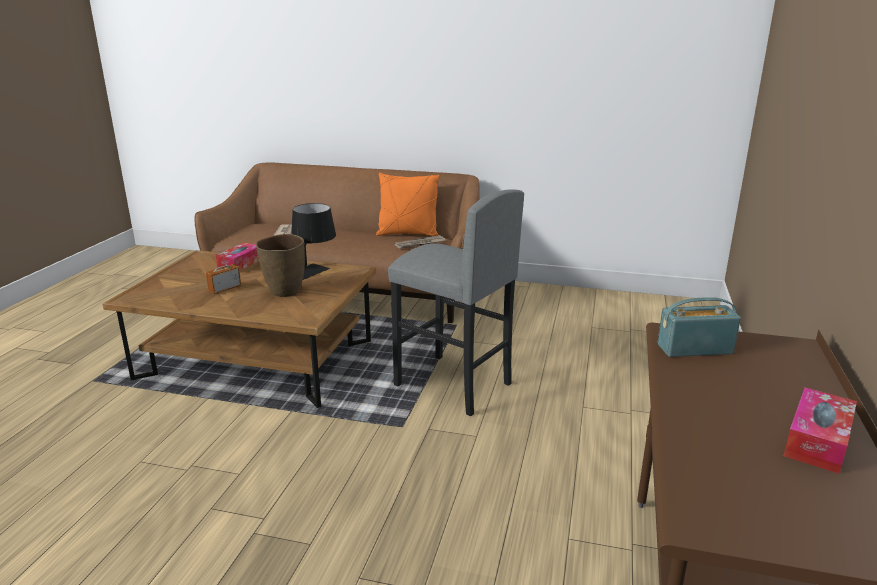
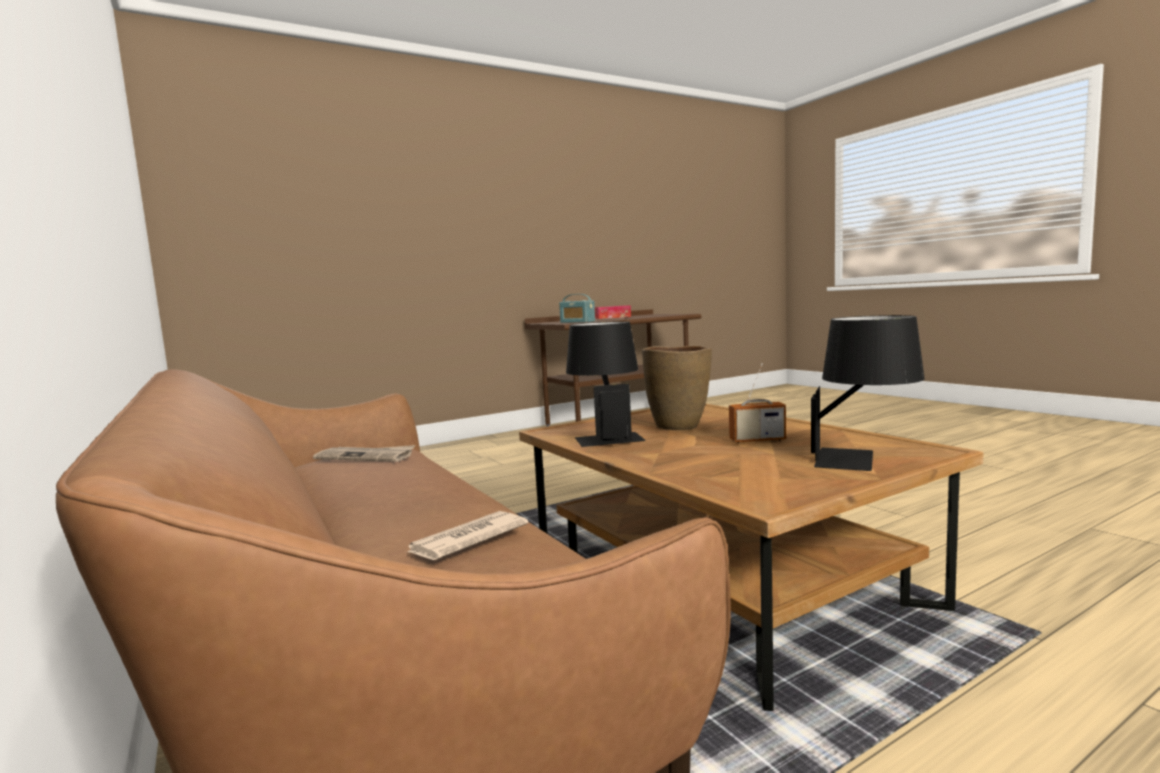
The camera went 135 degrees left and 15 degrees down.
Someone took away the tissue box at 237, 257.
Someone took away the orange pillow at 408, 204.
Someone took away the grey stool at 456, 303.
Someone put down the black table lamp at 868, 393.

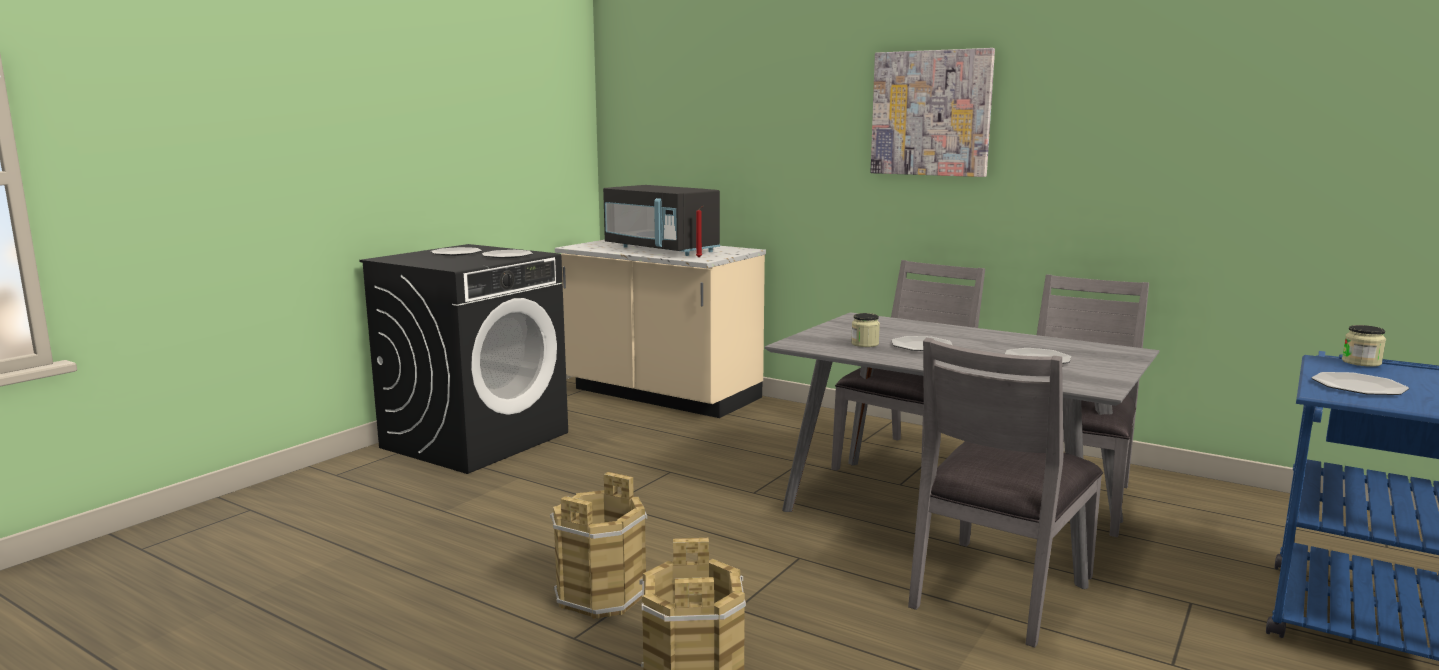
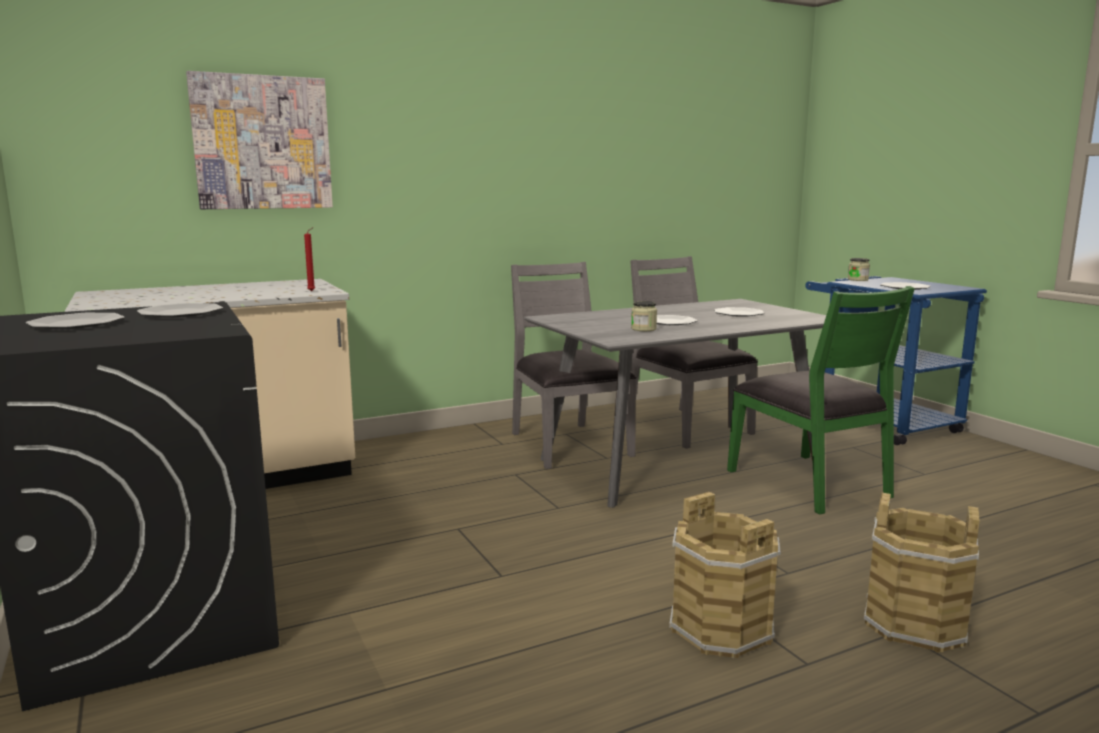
The camera went 60 degrees left and 0 degrees up.
Someone took away the black microwave at 661, 220.
Someone carried the picture from 932, 112 to 259, 140.
Someone repainted the grey chair at 1005, 492, which became the green chair at 821, 400.

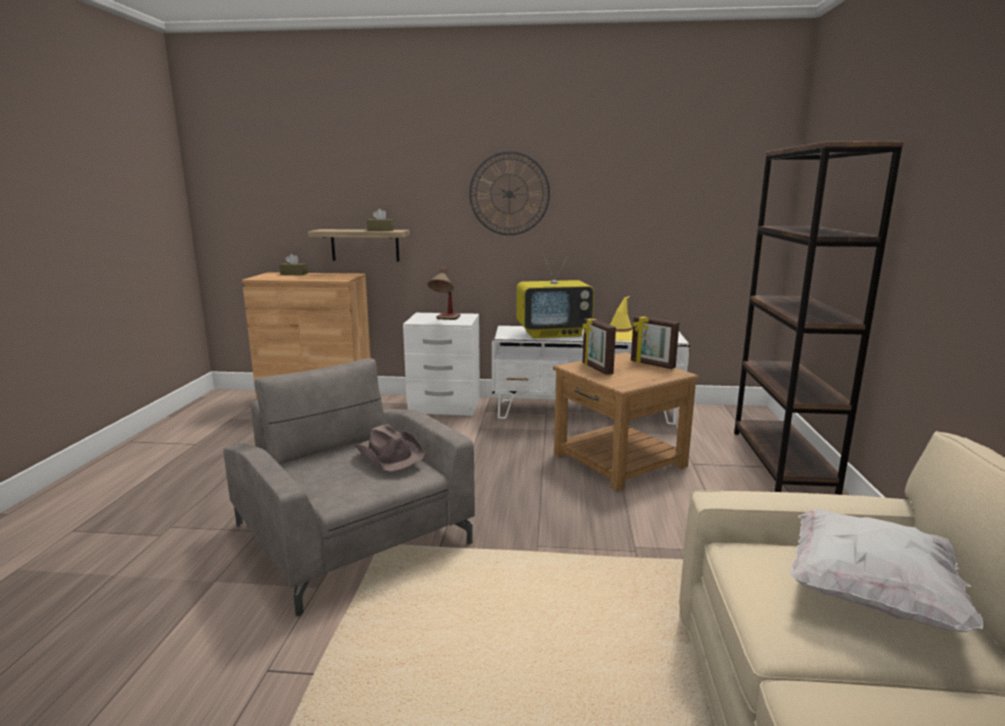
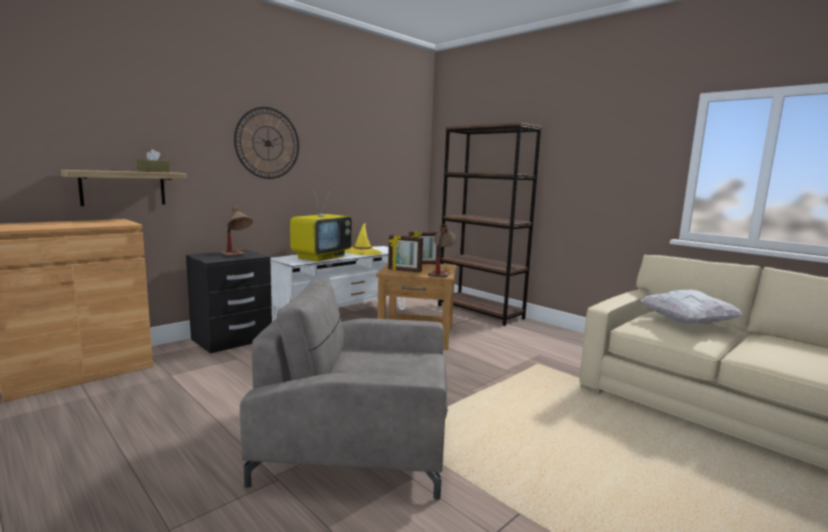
The camera went 50 degrees left and 5 degrees down.
Someone took away the brown tissue box at 293, 264.
Someone took away the brown hat at 390, 448.
Someone repainted the white nightstand at 441, 364, which became the black nightstand at 229, 302.
Someone put down the table lamp at 442, 251.

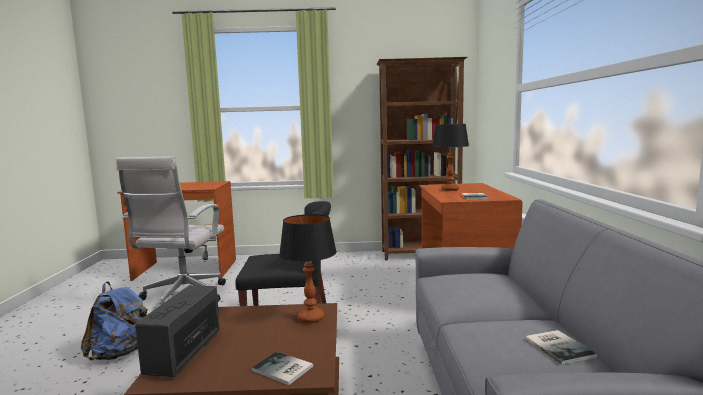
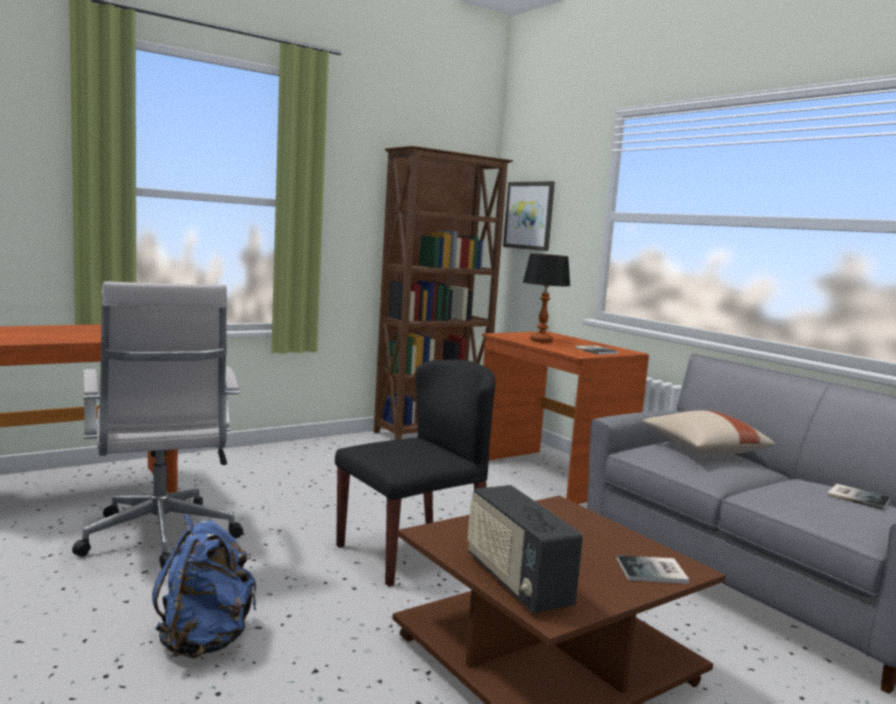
The camera went 35 degrees left and 0 degrees up.
Someone took away the table lamp at 308, 268.
Someone put up the picture at 529, 216.
Someone put down the beige pillow at 709, 432.

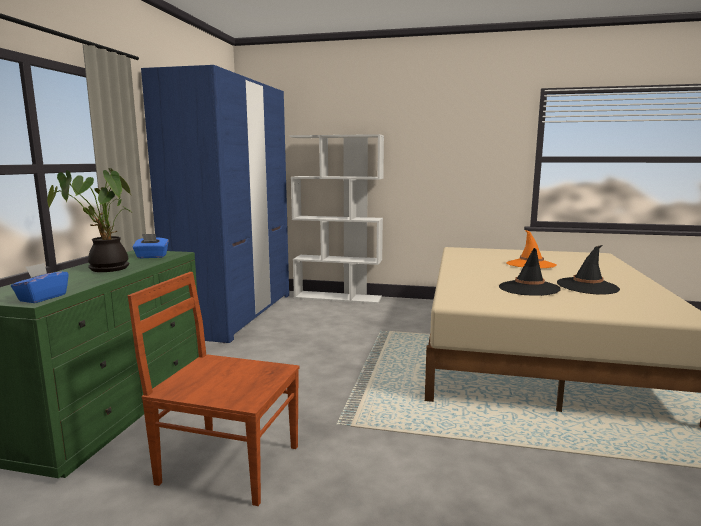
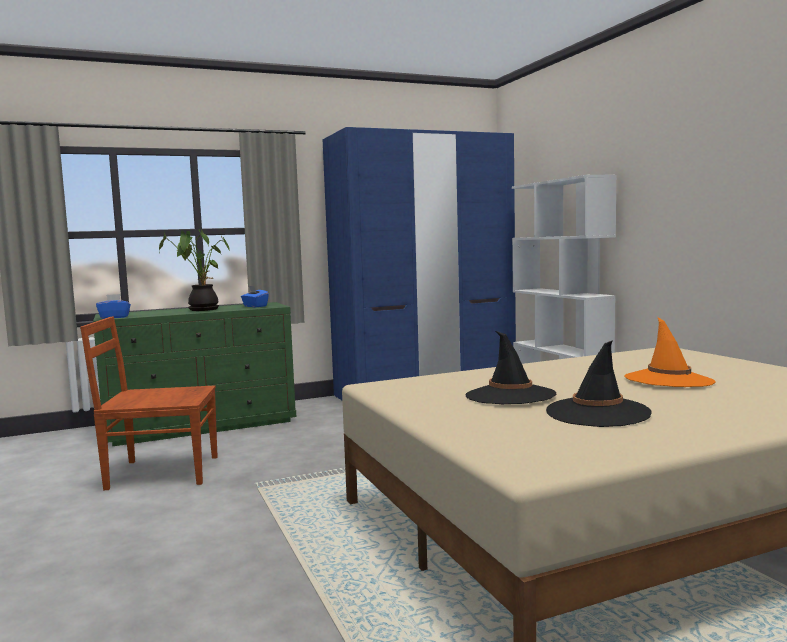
The camera went 55 degrees right and 5 degrees down.
Someone rotated the brown chair at 214, 389 by 75 degrees counterclockwise.

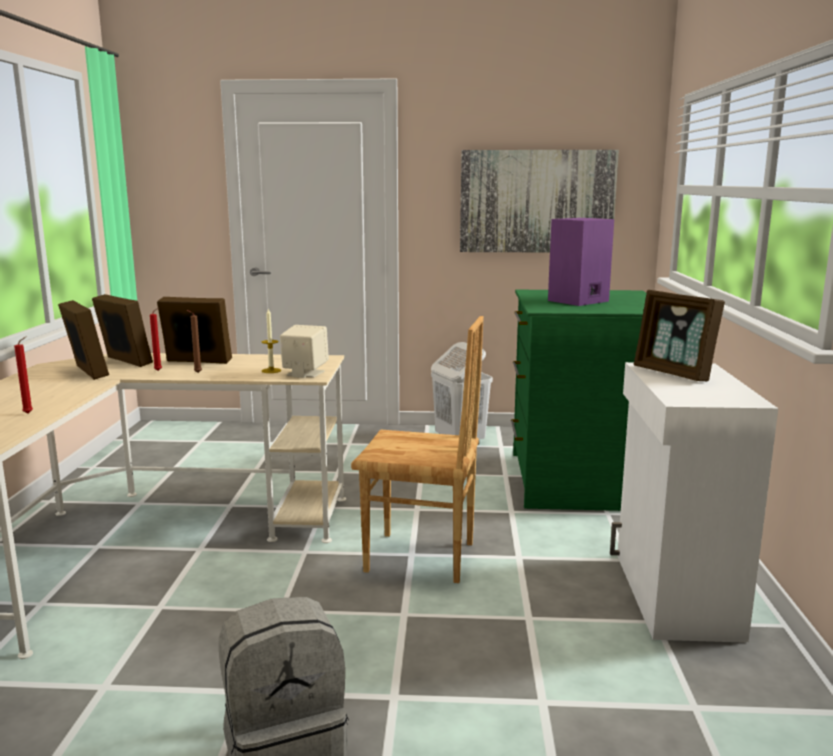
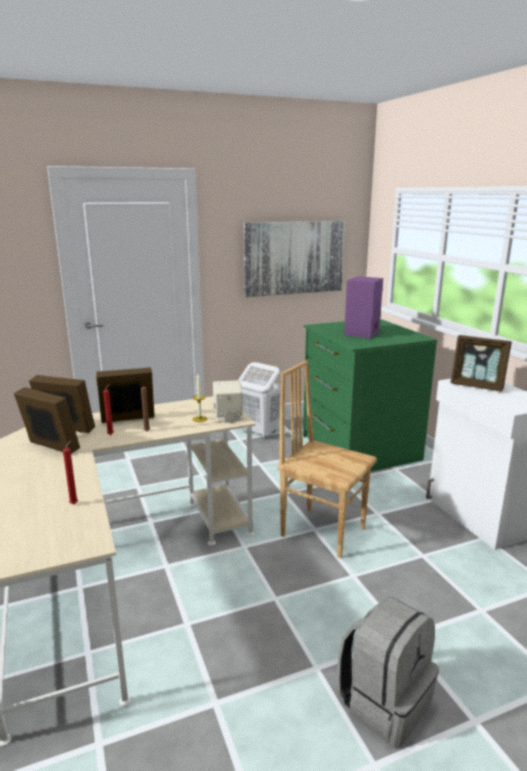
The camera went 25 degrees left and 5 degrees up.
Someone rotated the brown chair at 417, 449 by 135 degrees counterclockwise.

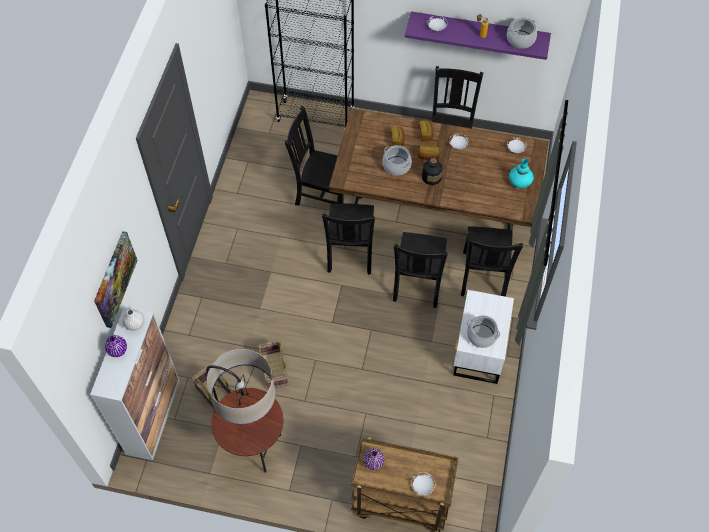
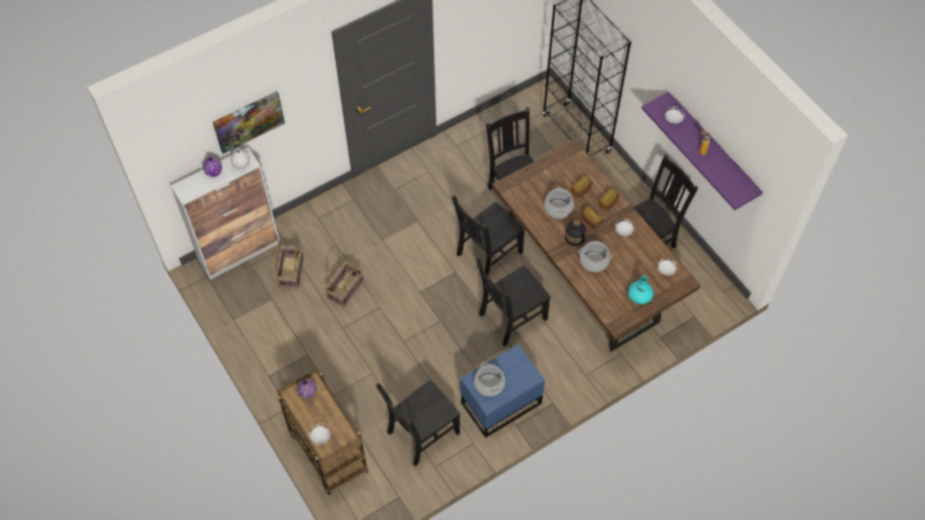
The camera went 45 degrees right and 0 degrees up.
Someone took away the floor lamp at 244, 411.
Someone repainted the white nightstand at 483, 337, which became the blue nightstand at 502, 391.
Someone carried the black chair from 492, 261 to 418, 423.
Someone carried the cooking pot from 522, 33 to 596, 256.

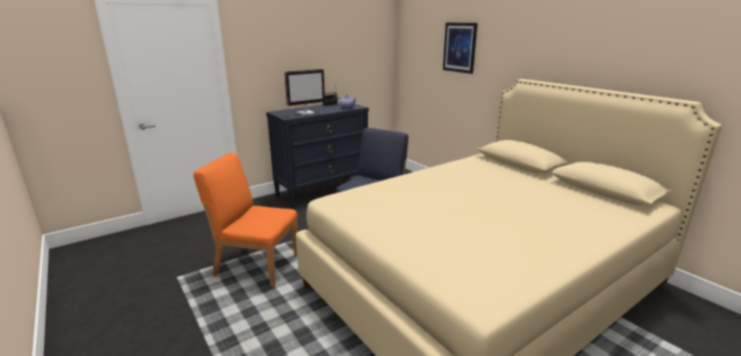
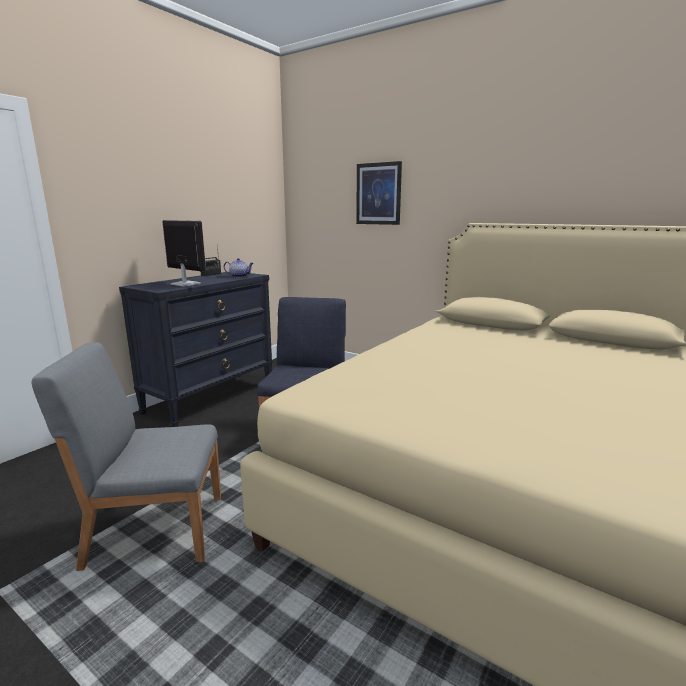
The camera went 20 degrees left and 5 degrees down.
Someone repainted the orange chair at 245, 220, which became the grey chair at 126, 456.
Someone rotated the monitor at 305, 92 by 90 degrees counterclockwise.

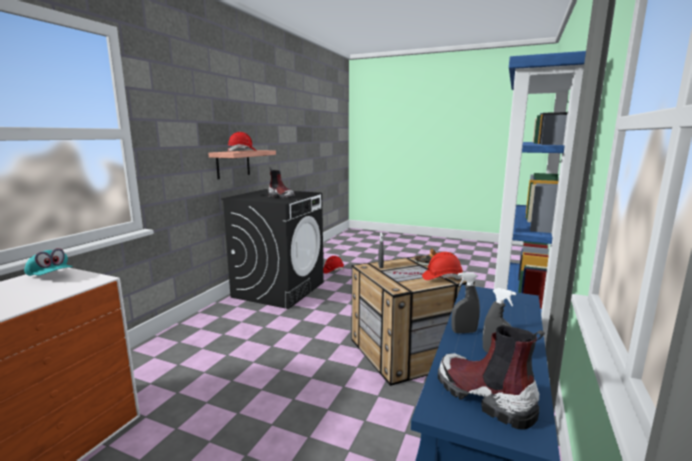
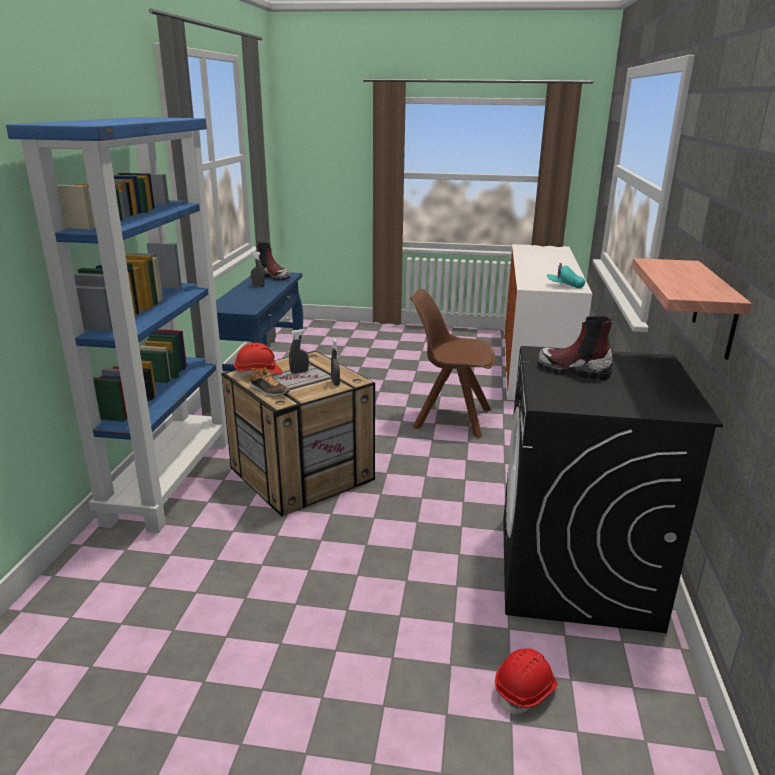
The camera went 165 degrees right and 10 degrees up.
Someone took away the red hard hat at 242, 141.
Someone carried the grey spray bottle from 466, 302 to 299, 351.
Someone put down the brown chair at 453, 363.

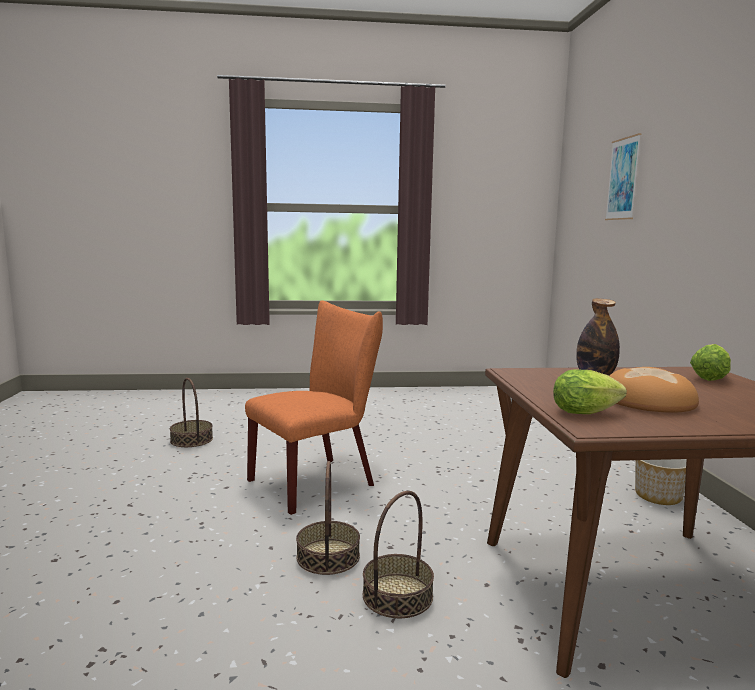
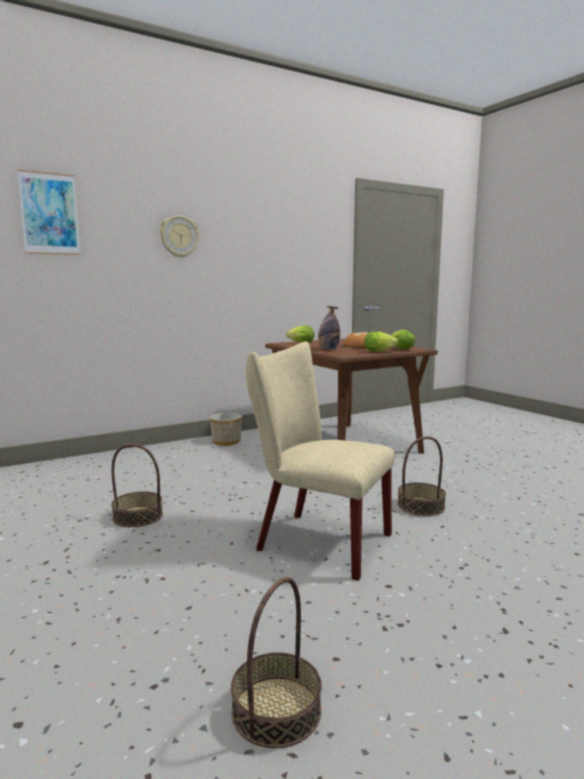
The camera went 115 degrees left and 0 degrees up.
Someone repainted the orange chair at 314, 407, which became the beige chair at 320, 461.
Someone carried the basket from 398, 554 to 137, 485.
Someone put up the wall clock at 179, 237.
Someone put down the lettuce at 381, 341.

